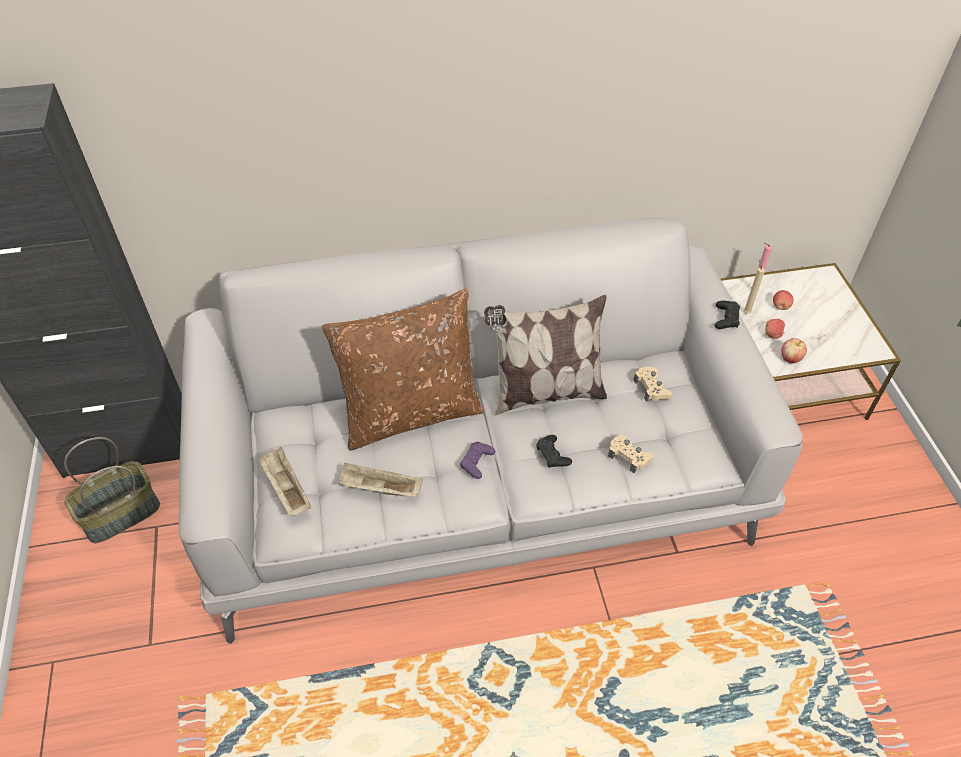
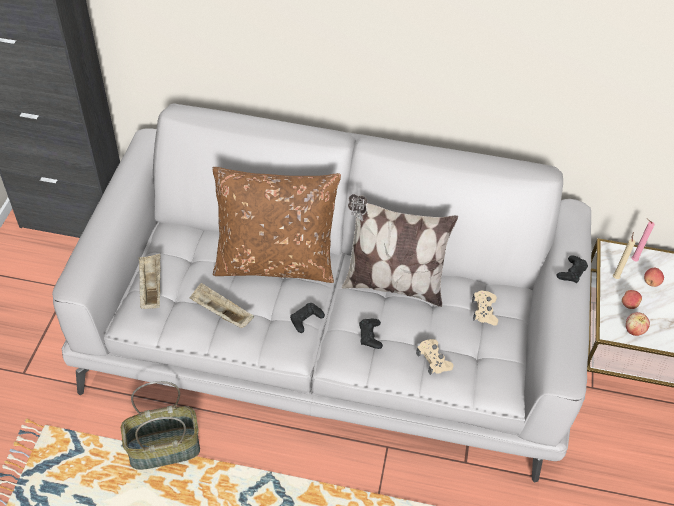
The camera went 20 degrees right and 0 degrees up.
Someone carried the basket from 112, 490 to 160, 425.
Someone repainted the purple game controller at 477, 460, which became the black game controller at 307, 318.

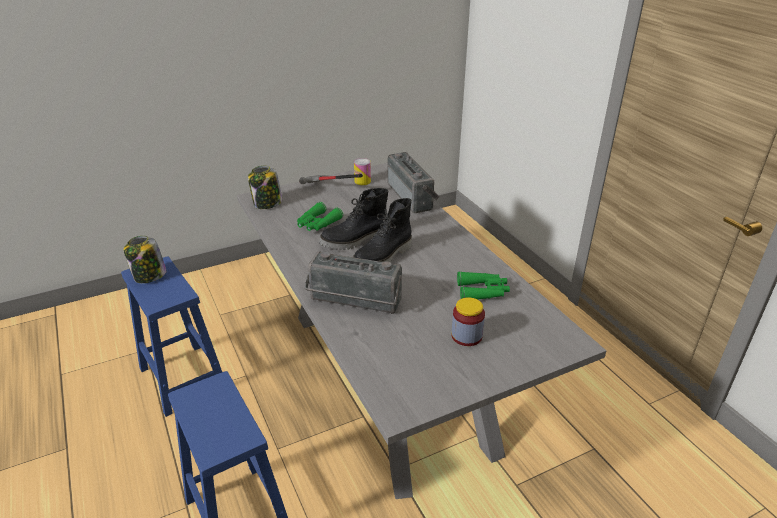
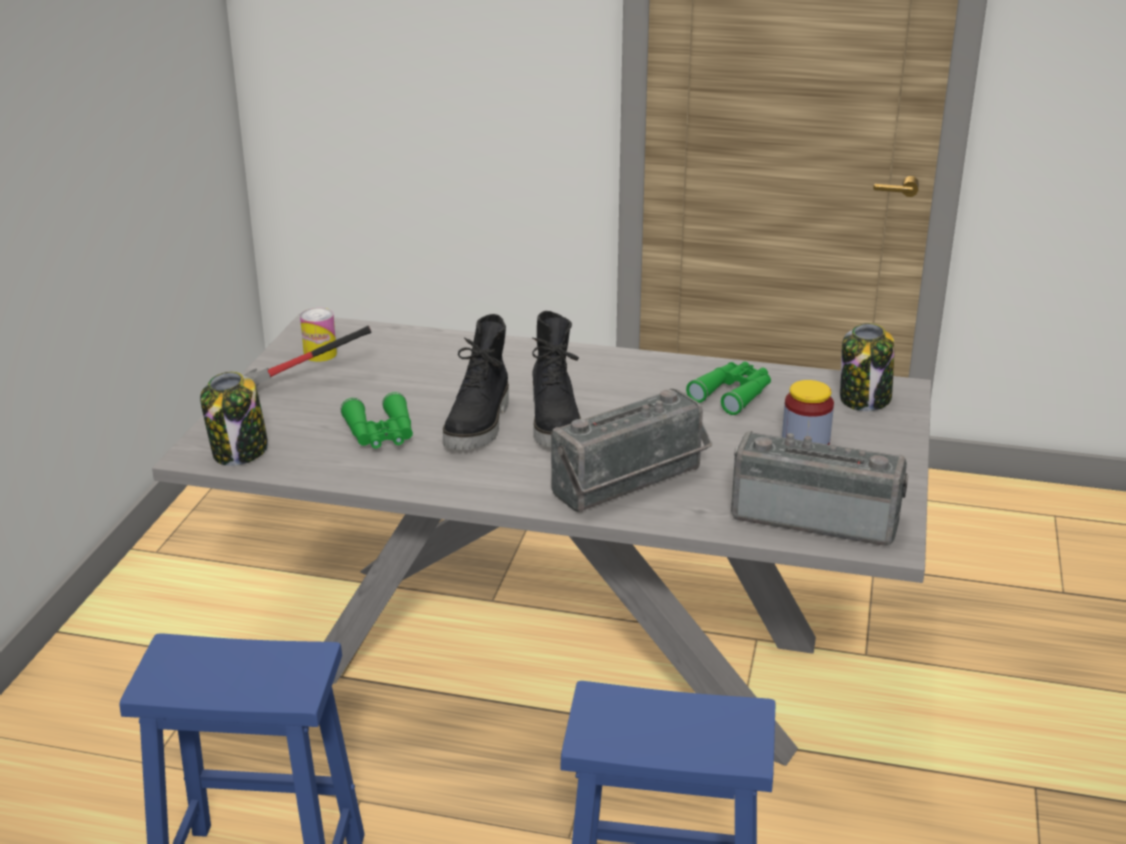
The camera went 50 degrees left and 5 degrees down.
Someone carried the jar from 145, 259 to 867, 367.
Someone carried the radio from 414, 182 to 819, 488.

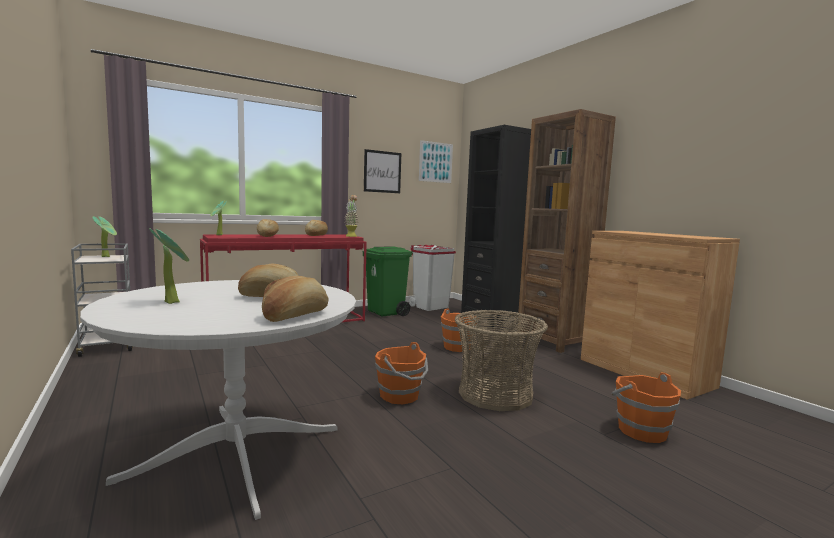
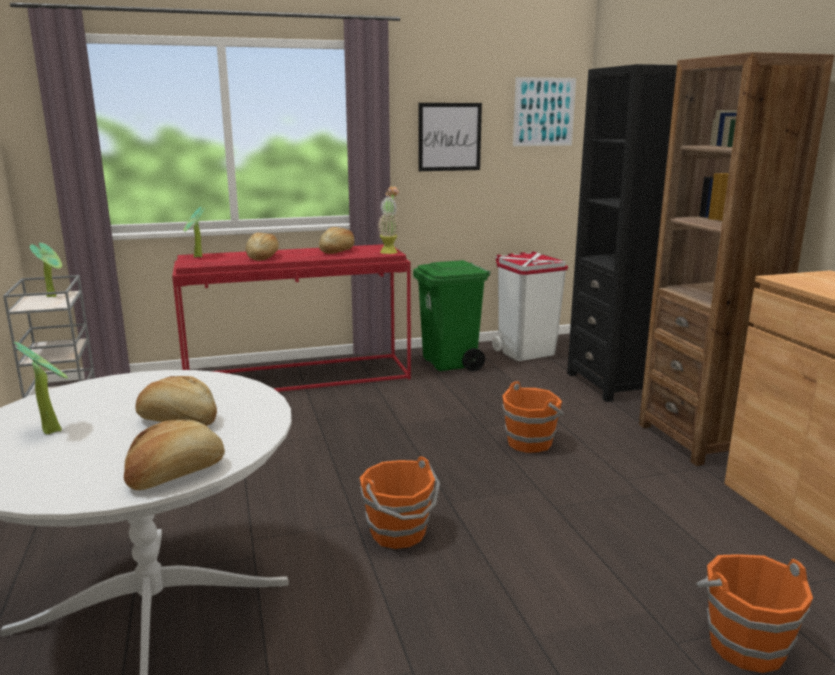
The camera went 15 degrees right and 10 degrees up.
Someone took away the basket at 501, 360.

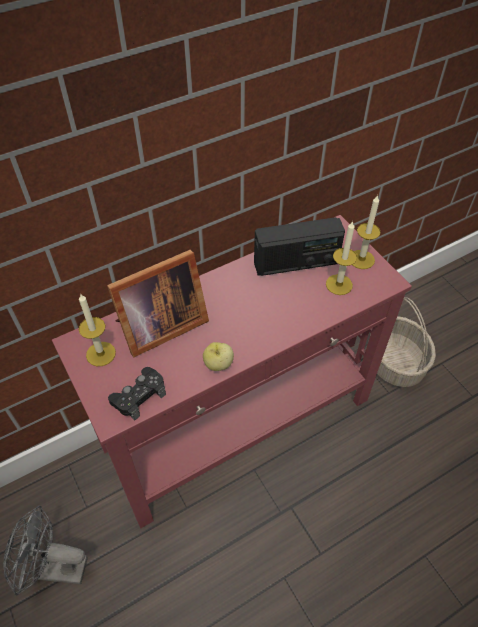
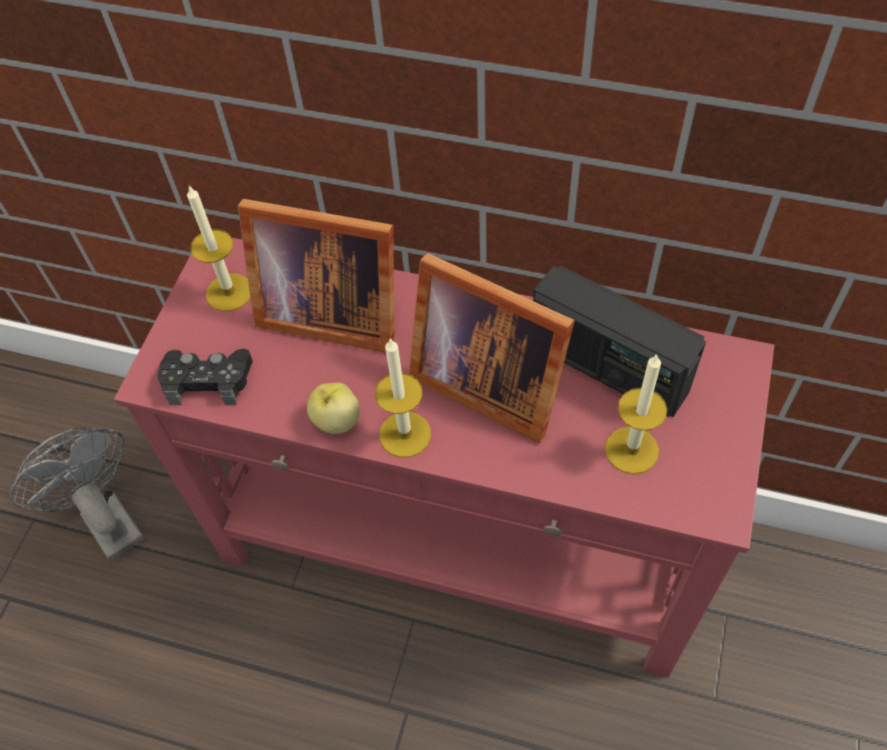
The camera went 50 degrees right and 5 degrees up.
Someone carried the candle from 366, 232 to 403, 398.
Someone took away the basket at 403, 342.
Someone put down the picture frame at 492, 348.

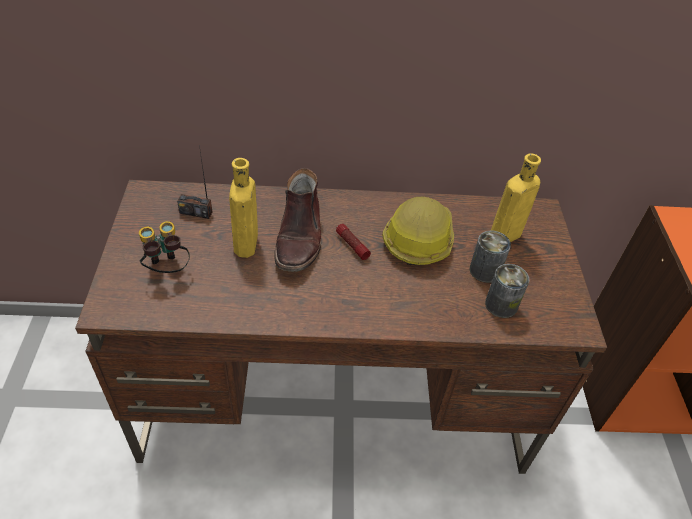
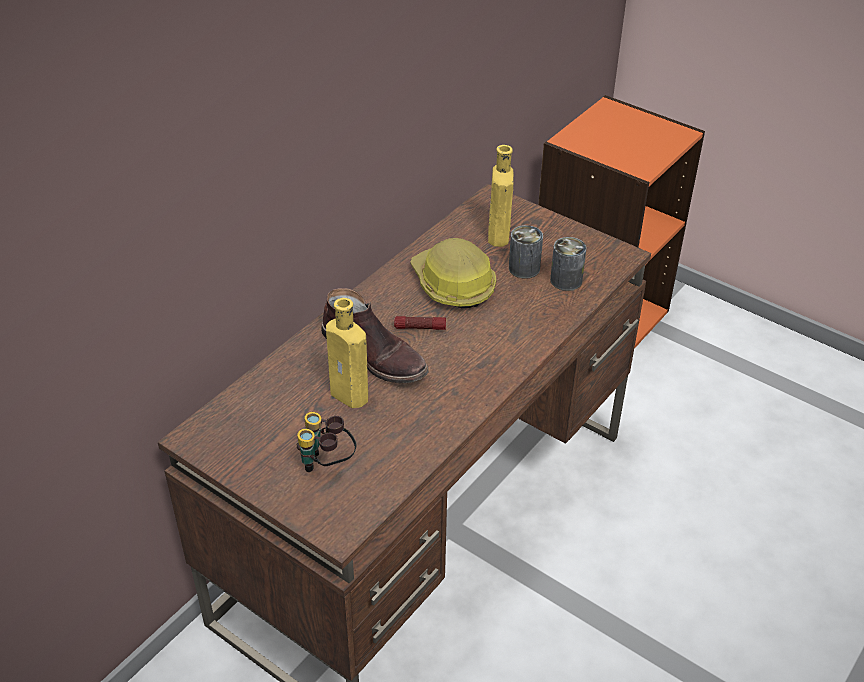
The camera went 50 degrees left and 5 degrees down.
Someone took away the radio at 194, 182.

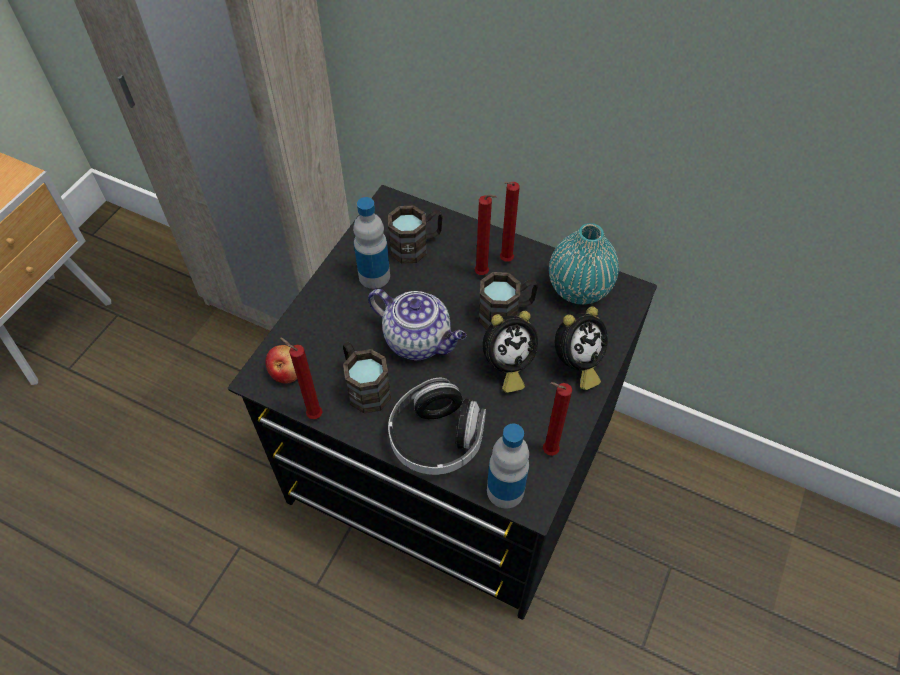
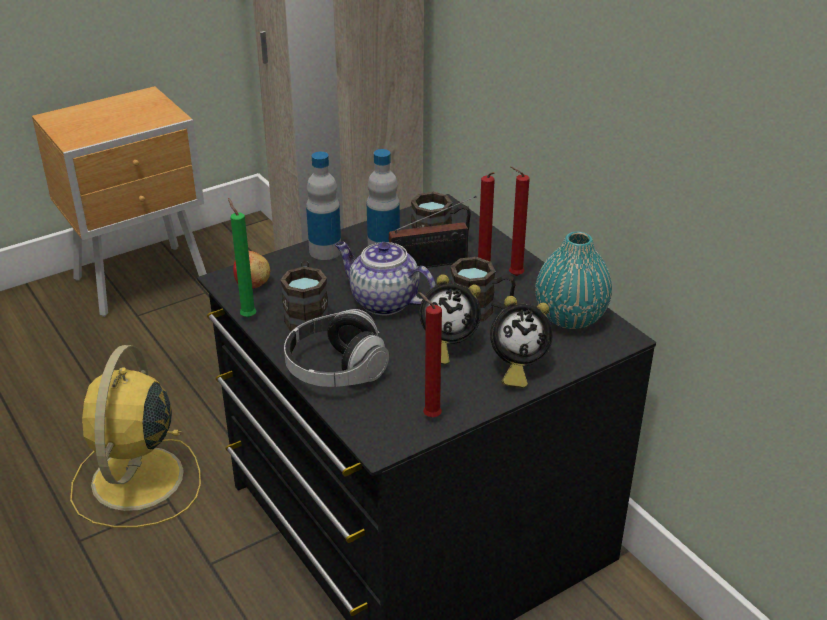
The camera went 30 degrees right and 20 degrees down.
Someone repainted the red candle at 301, 378, which became the green candle at 242, 257.
Someone rotated the teapot at 417, 324 by 150 degrees clockwise.
Someone carried the bottle from 508, 466 to 323, 206.
Someone put down the yellow fan at 135, 436.
Someone put down the radio at 432, 232.

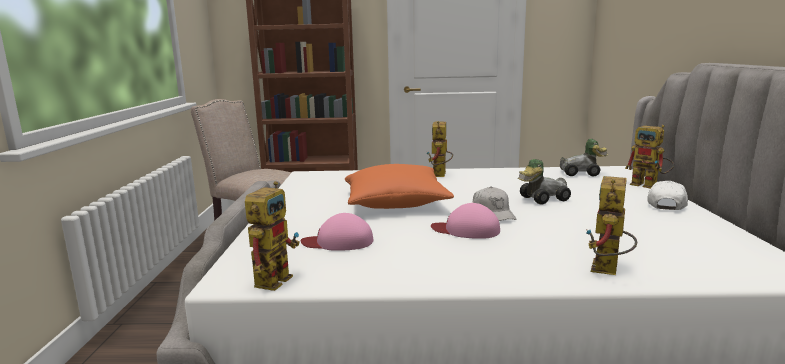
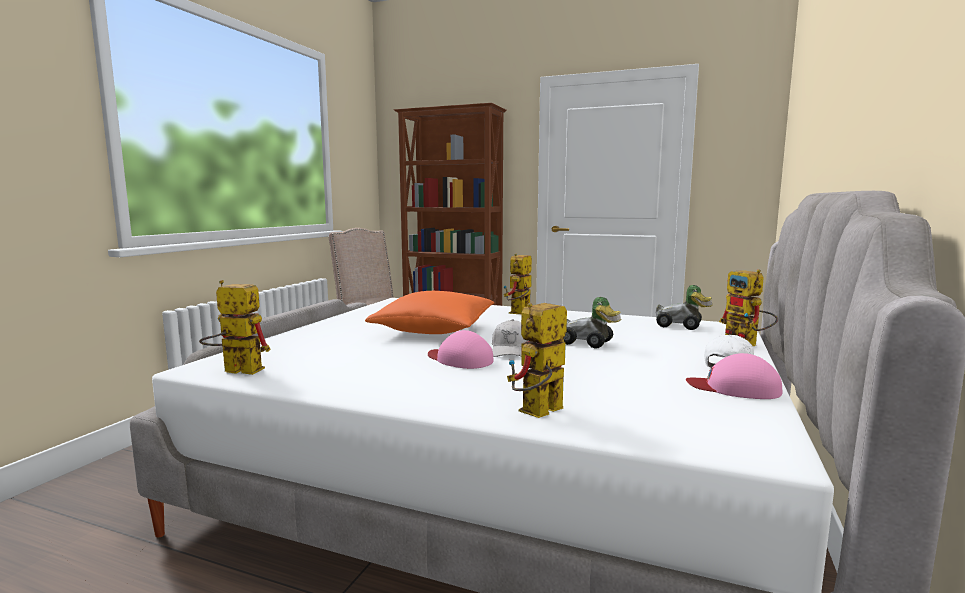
The camera went 20 degrees right and 5 degrees down.
Someone rotated the toy robot at 272, 236 by 120 degrees counterclockwise.
Someone carried the pink cap from 336, 232 to 734, 376.
Someone rotated the toy car at 544, 182 by 150 degrees counterclockwise.

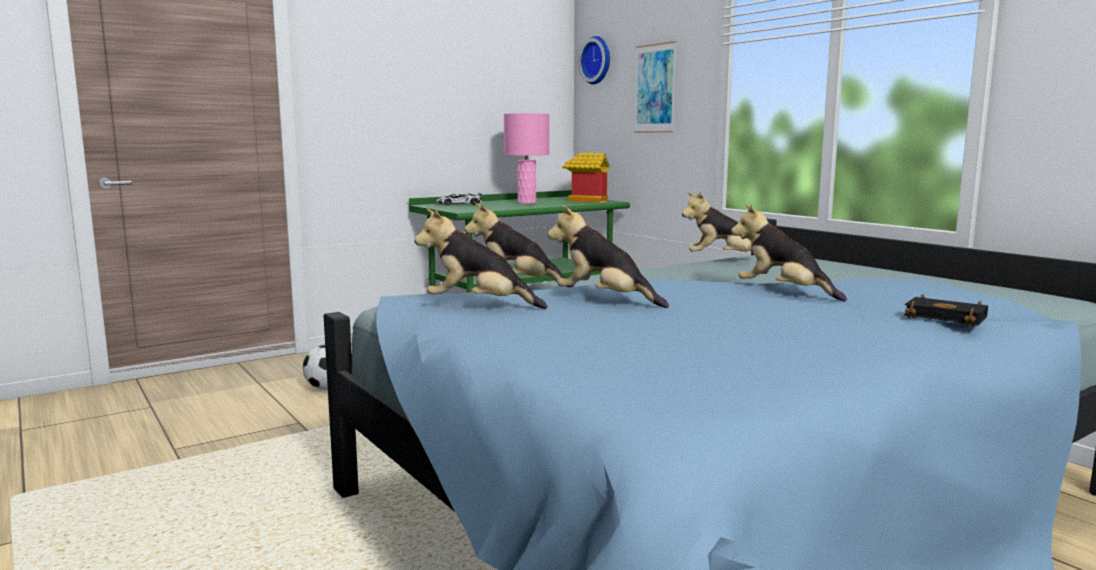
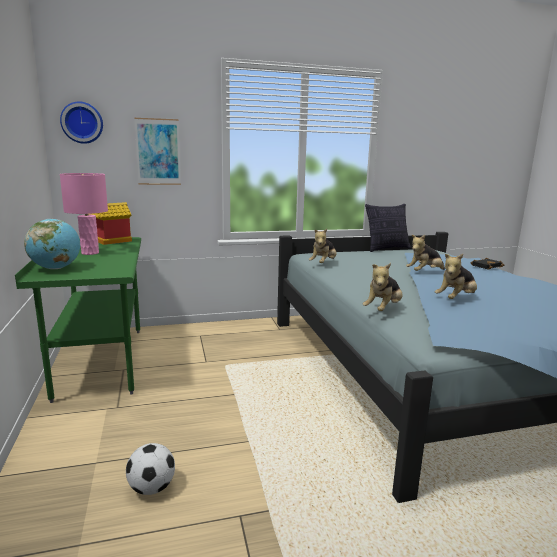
The camera went 70 degrees left and 5 degrees up.
Someone took away the plush toy at 480, 258.
Someone swapped the toy car at 459, 199 for the globe at 52, 244.
Someone put down the pillow at 388, 228.

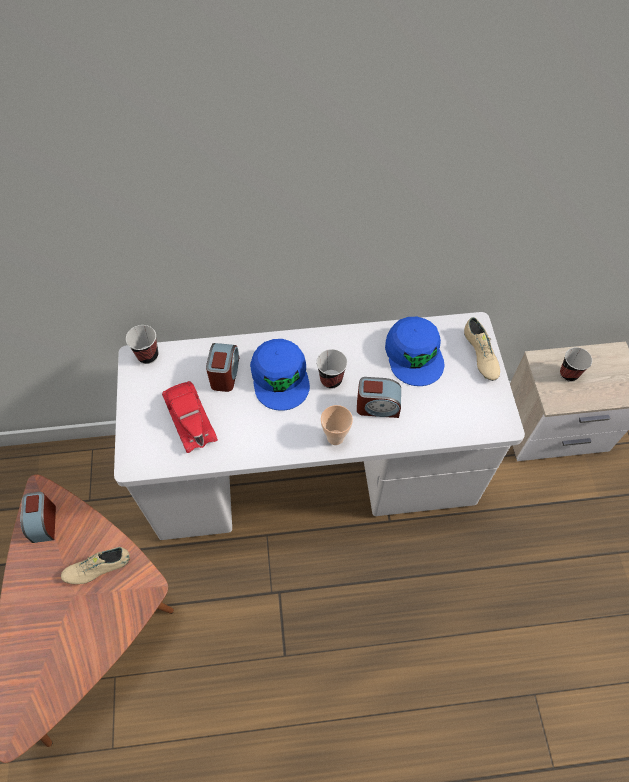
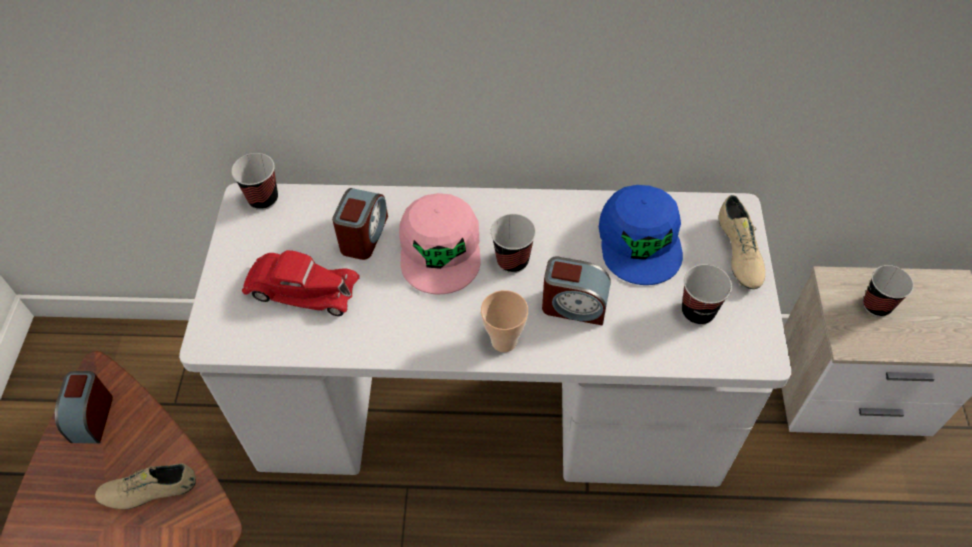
The camera went 10 degrees right and 5 degrees down.
Someone rotated the red toy car at 190, 417 by 60 degrees counterclockwise.
Someone repainted the blue cap at 280, 375, which became the pink cap at 440, 244.
Someone put down the cup at 707, 294.

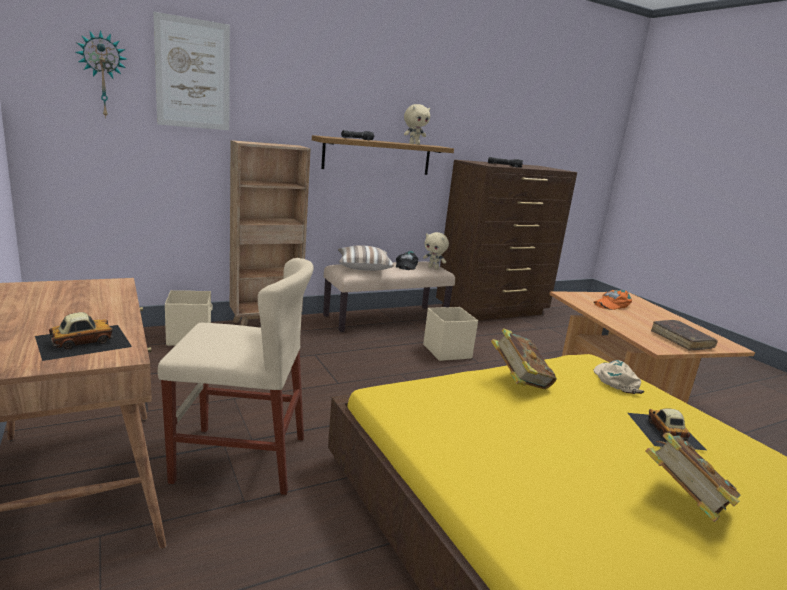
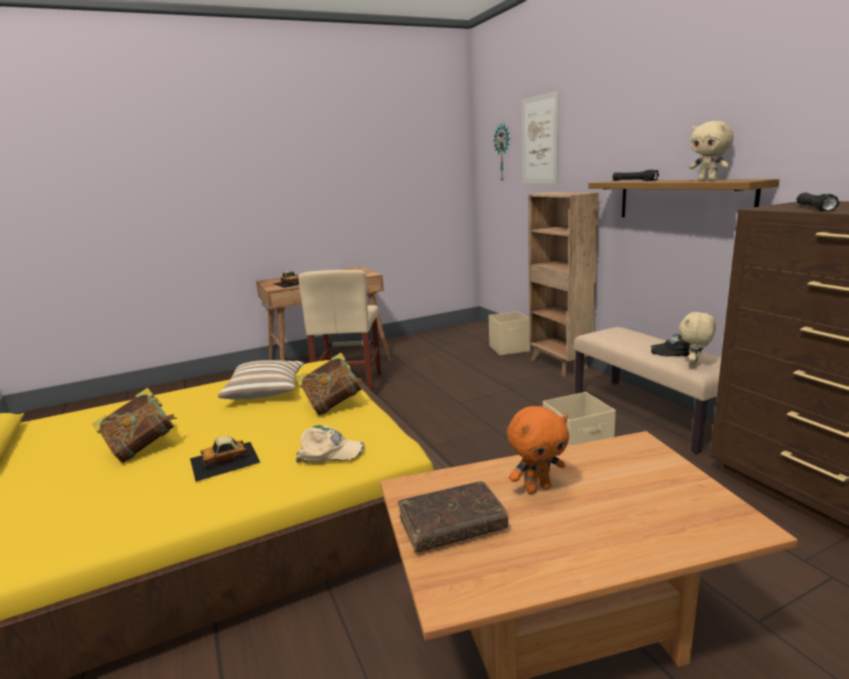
The camera went 95 degrees right and 0 degrees up.
Someone carried the pillow from 366, 258 to 261, 379.
Someone took away the orange cap at 613, 300.
Someone rotated the toy car at 667, 429 by 150 degrees clockwise.
Someone put down the orange plush toy at 538, 450.

